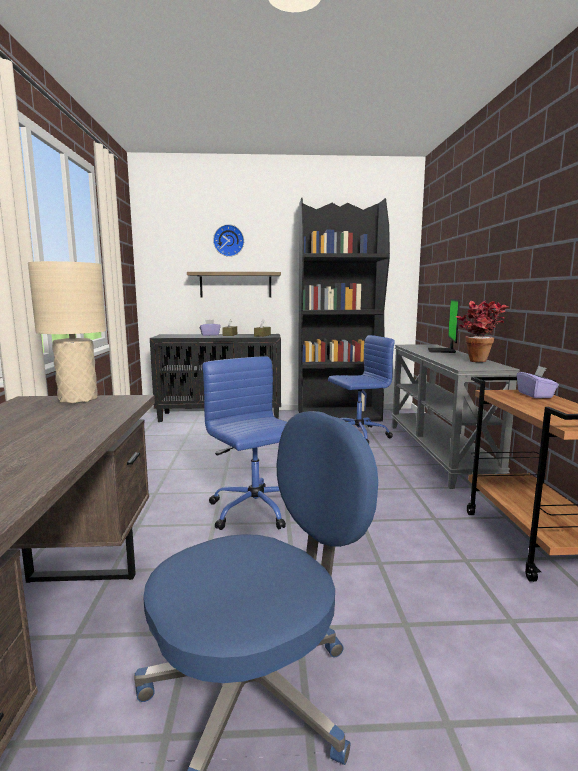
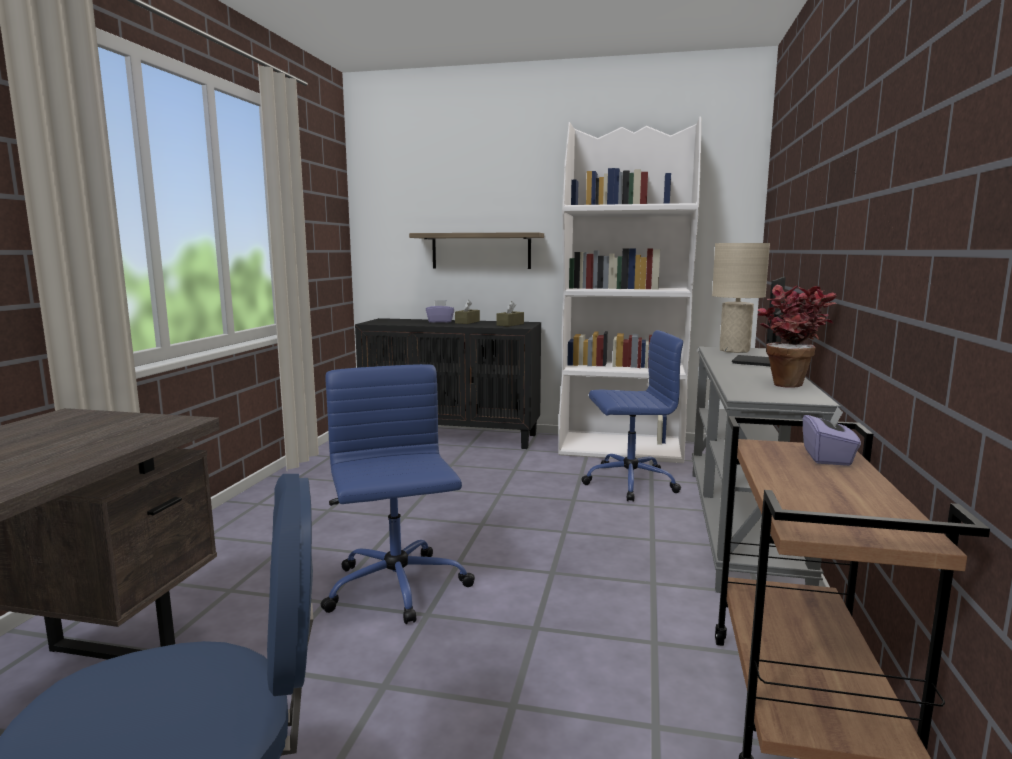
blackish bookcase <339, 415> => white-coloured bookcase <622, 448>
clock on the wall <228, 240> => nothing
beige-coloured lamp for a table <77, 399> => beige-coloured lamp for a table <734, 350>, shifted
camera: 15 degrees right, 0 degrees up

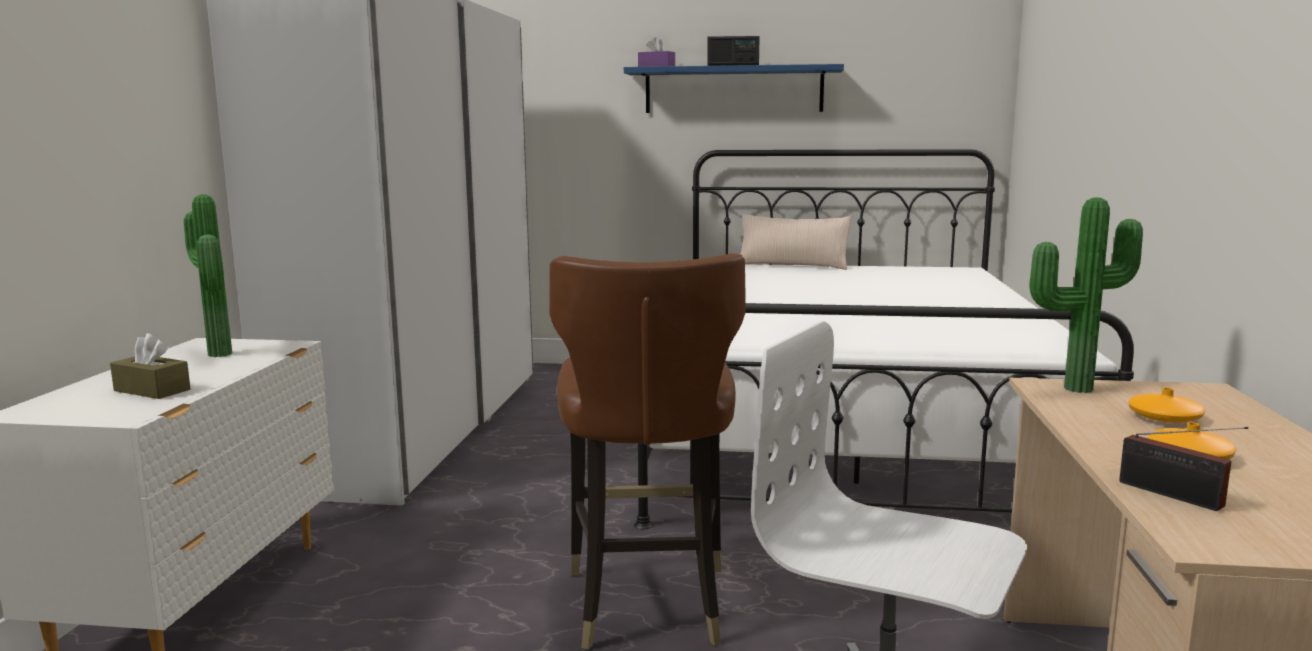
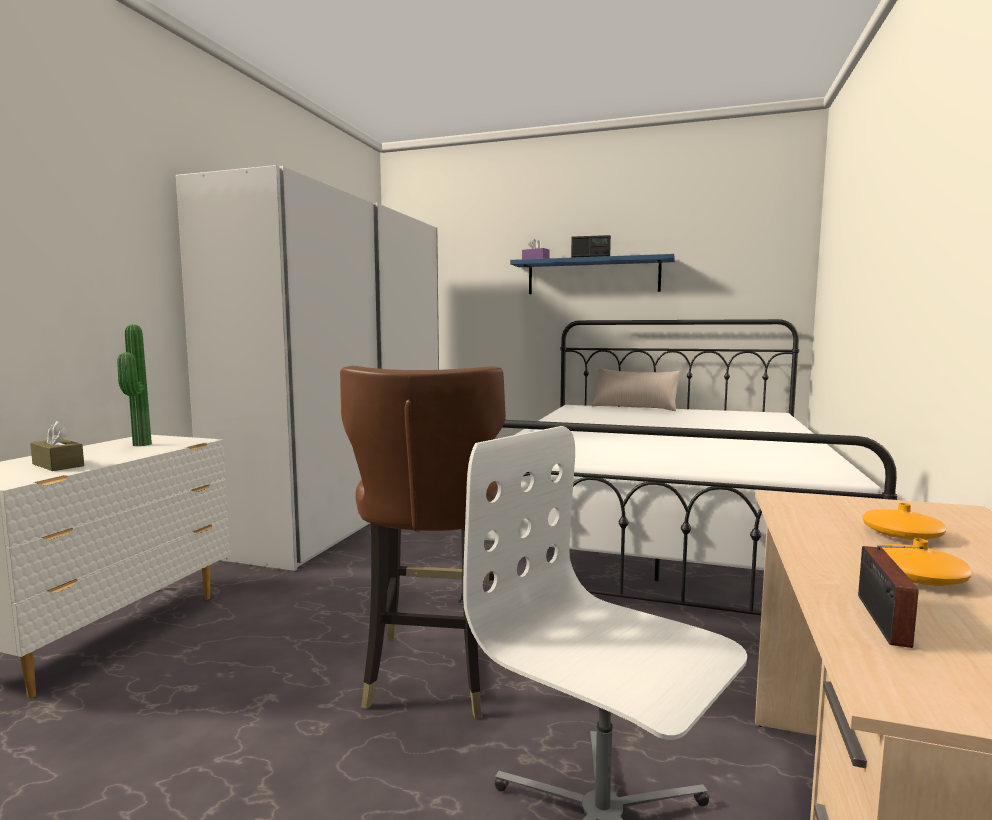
plant in a pot <1074, 387> => nothing
radio set <1175, 496> => radio set <883, 622>, 45 degrees clockwise
camera: 10 degrees right, 5 degrees down

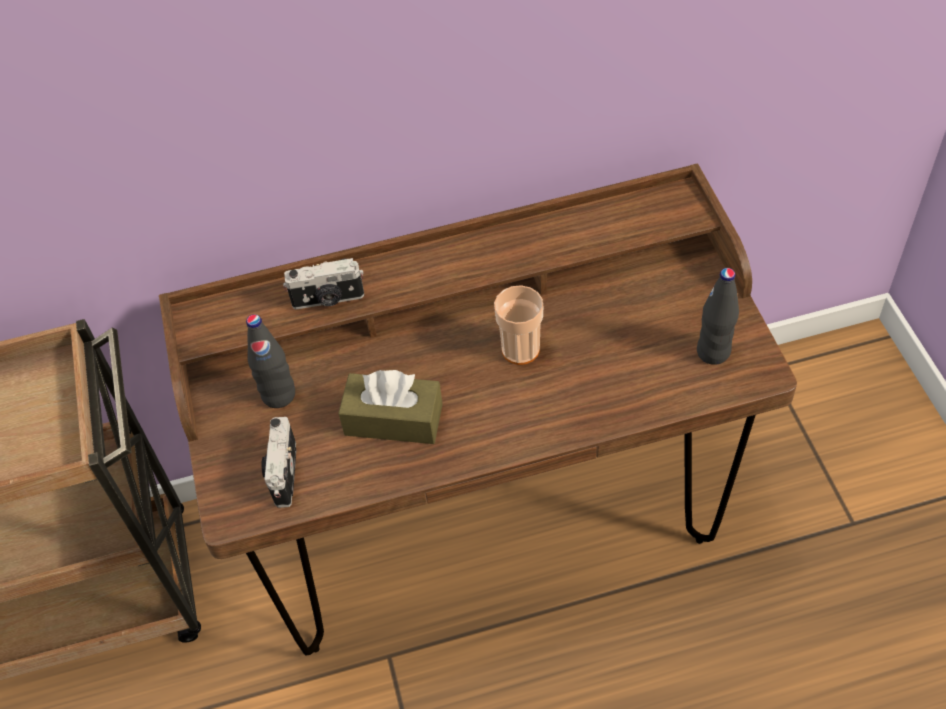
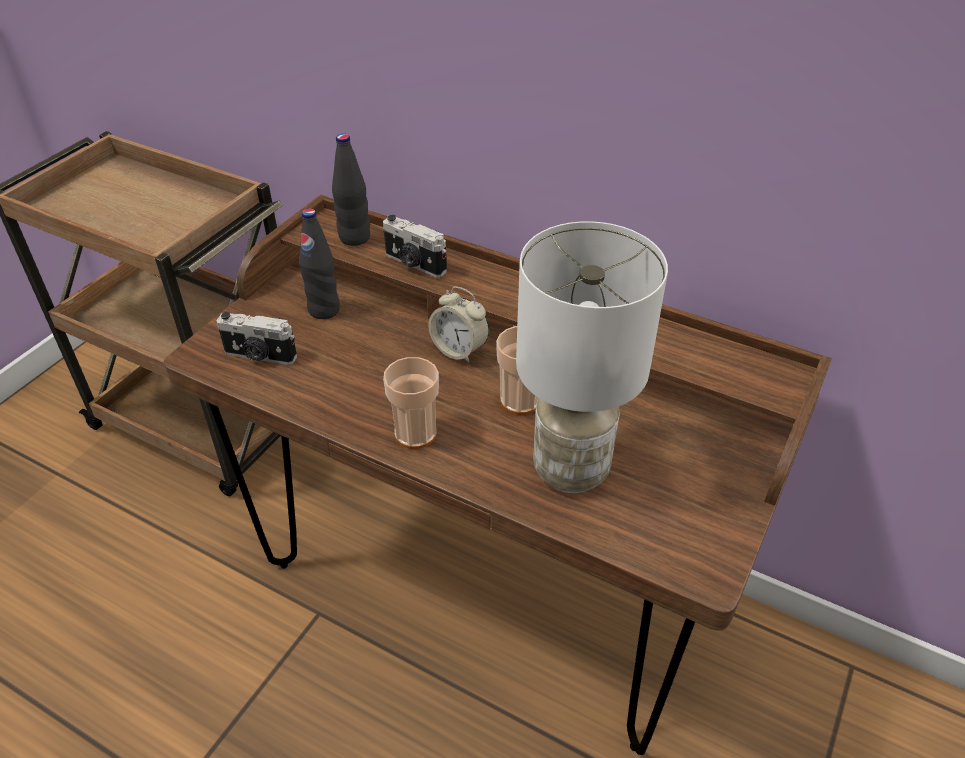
blackish drink bottle <713, 352> => blackish drink bottle <354, 238>, shifted
brown-coloured tissue holder <393, 419> => nothing
photo camera <282, 473> => photo camera <260, 356>, 120 degrees counterclockwise
nothing => white-coloured lamp for a table <571, 468>
nothing => table clock <459, 350>
nothing => small cup <415, 433>
camera: 40 degrees right, 10 degrees down

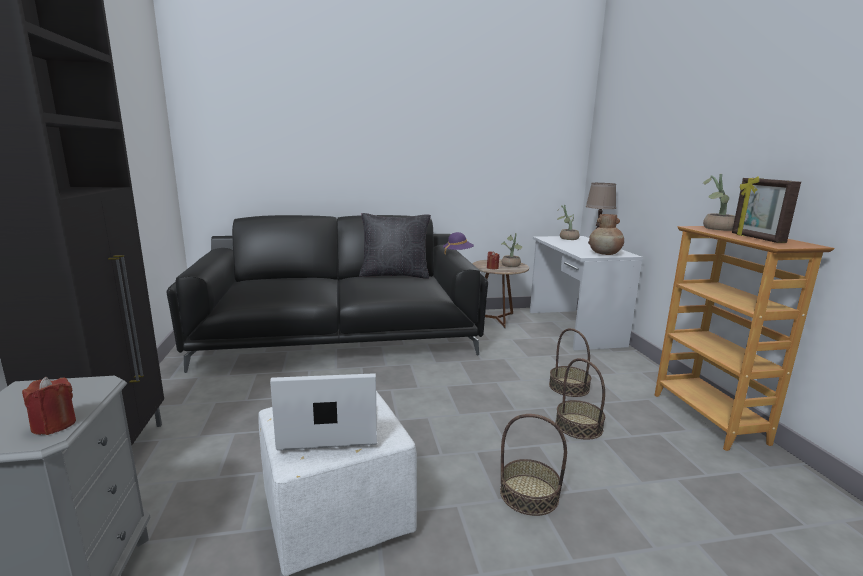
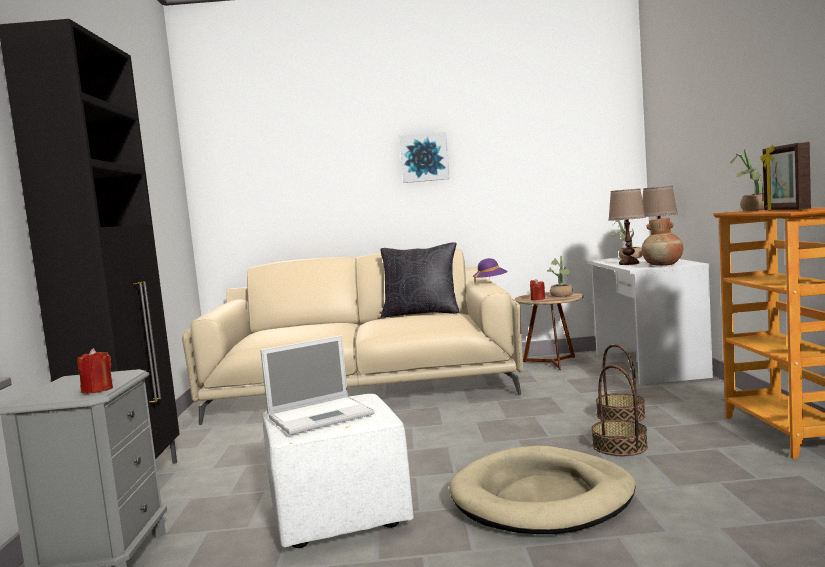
blackish settee <341, 338> => beige-coloured settee <365, 389>
notebook computer <327, 428> => notebook computer <322, 415>, 150 degrees clockwise
household basket <529, 494> => beige-coloured dog cushion <542, 497>
nothing => wall picture <424, 157>
nothing => brown-coloured lamp for a table <628, 263>
camera: 10 degrees right, 10 degrees down

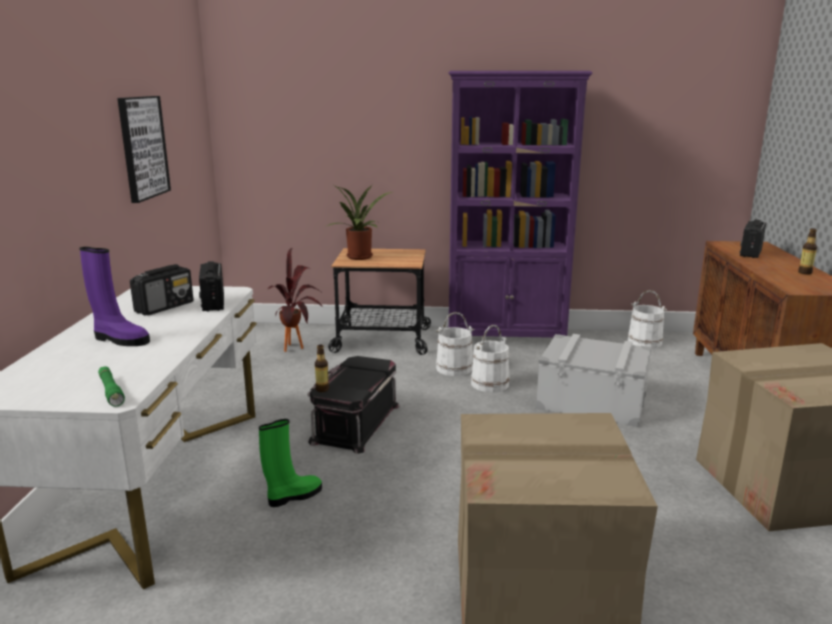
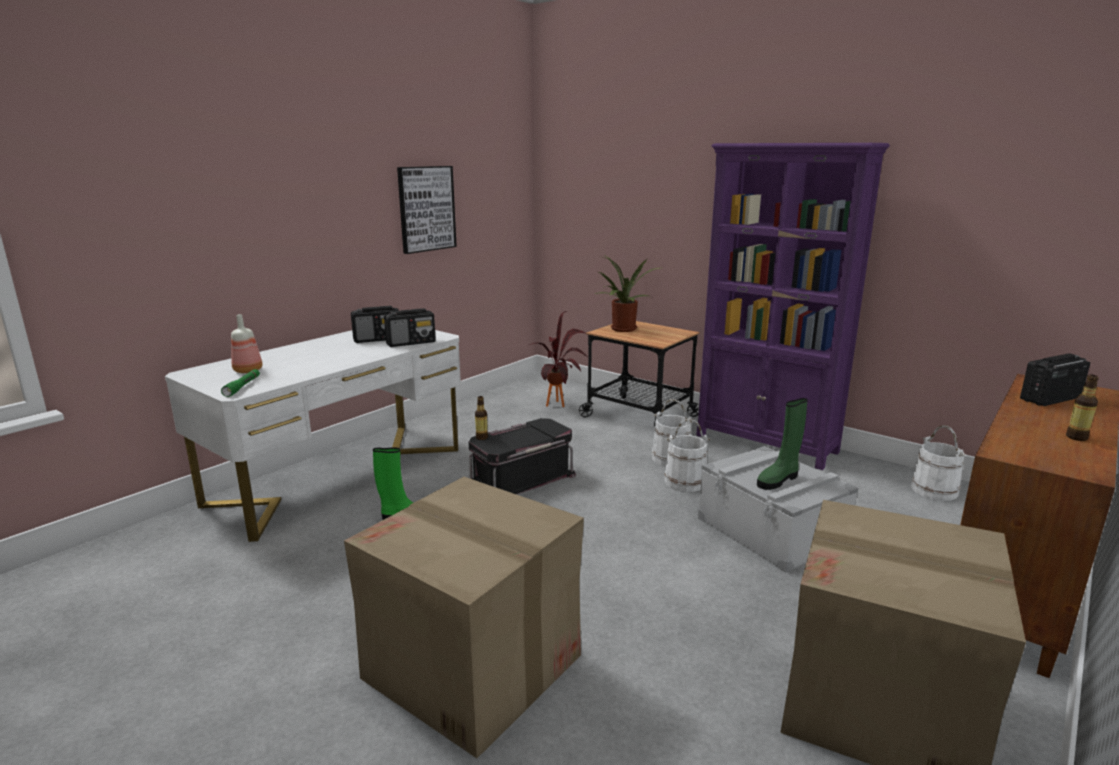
purplish tall boot <120, 340> => nothing
radio set <213, 303> => radio set <411, 343>, 135 degrees counterclockwise
nothing => drink bottle <249, 370>
nothing => green tall boot <778, 480>
camera: 35 degrees right, 0 degrees up

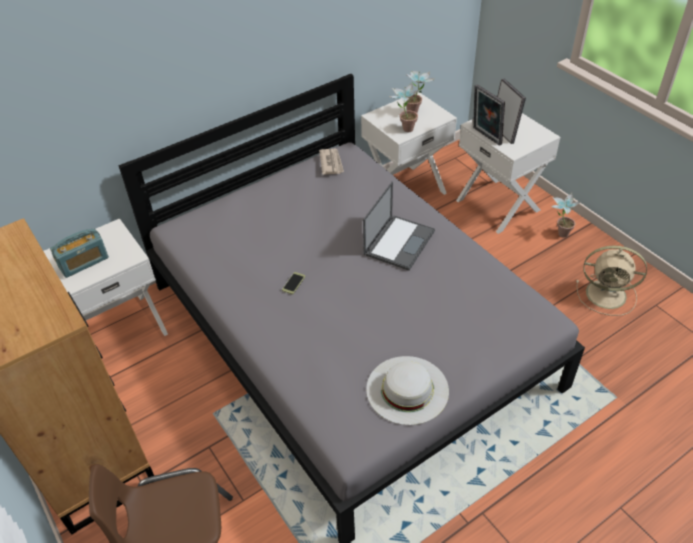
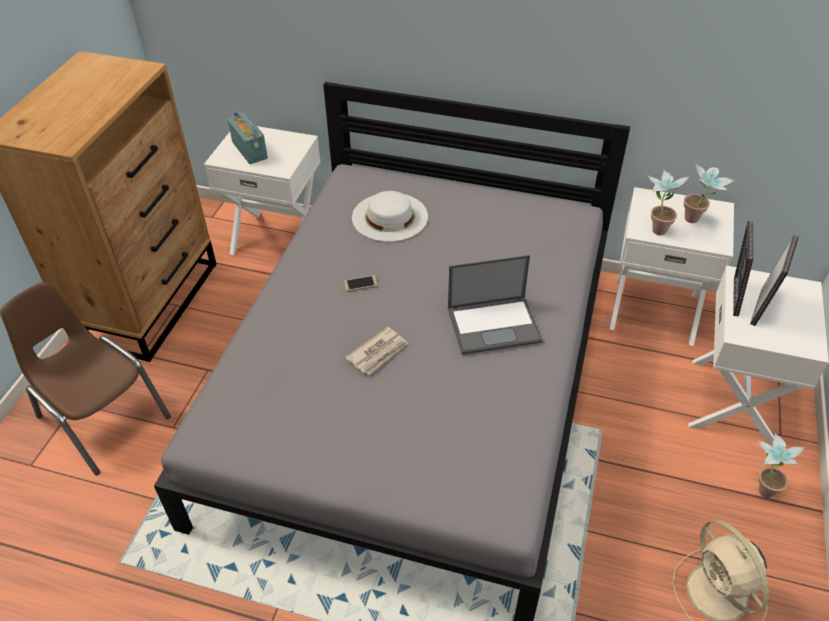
printed paper <331, 163> => printed paper <378, 352>, shifted
radio set <84, 263> => radio set <250, 150>, 135 degrees counterclockwise
white-coloured hat <407, 389> => white-coloured hat <389, 217>, shifted
camera: 50 degrees right, 0 degrees up

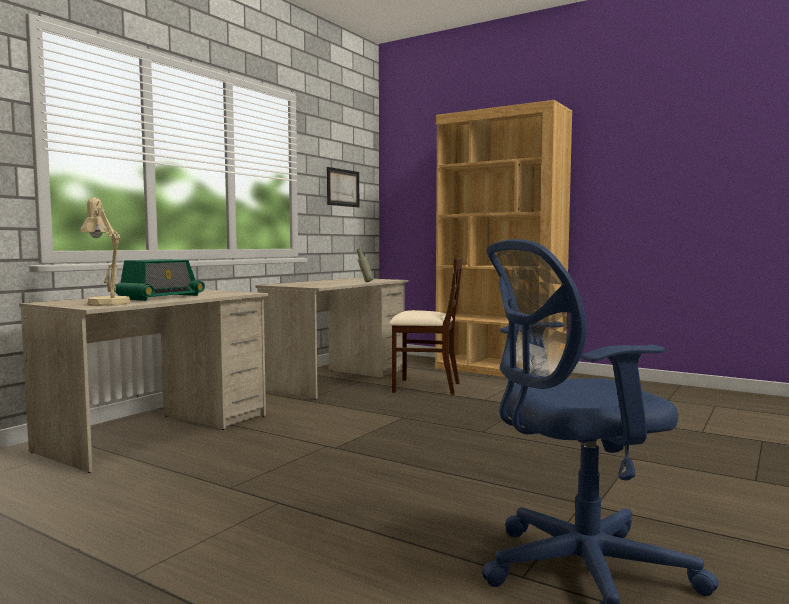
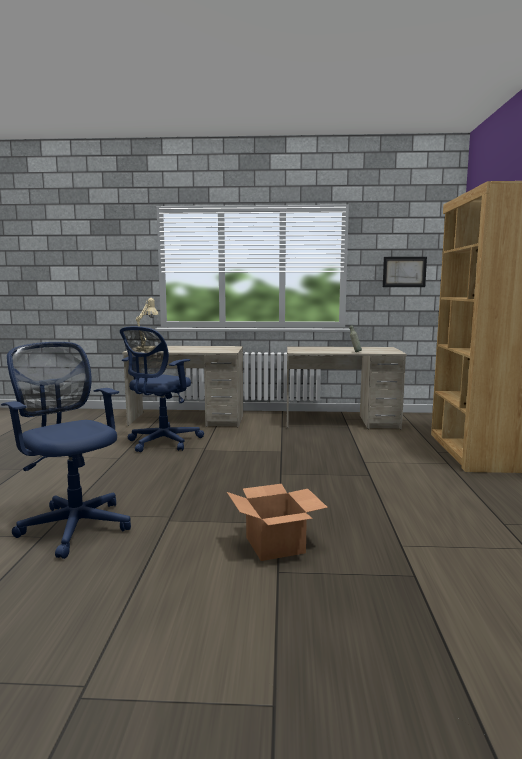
beige-coloured upright chair <425, 387> => nothing
radio set <161, 297> => nothing
nothing => blue computer chair <161, 442>
nothing => packing box <274, 544>
camera: 60 degrees right, 5 degrees up

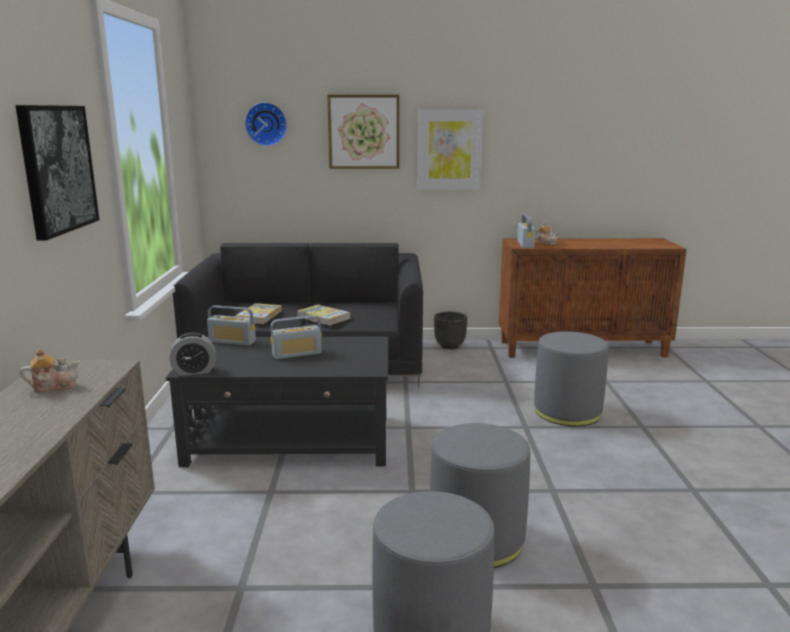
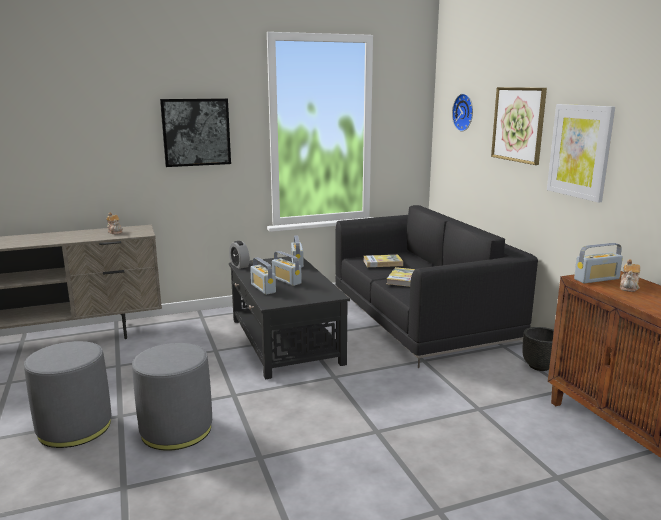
grey ottoman <567, 412> => nothing
nothing => radio set <263, 288>
camera: 70 degrees right, 0 degrees up

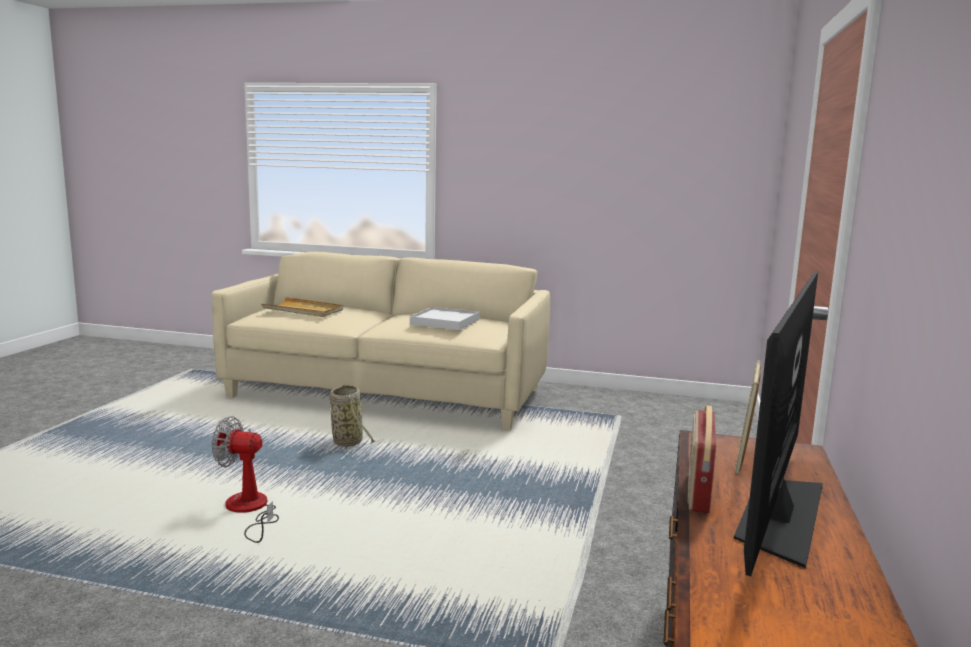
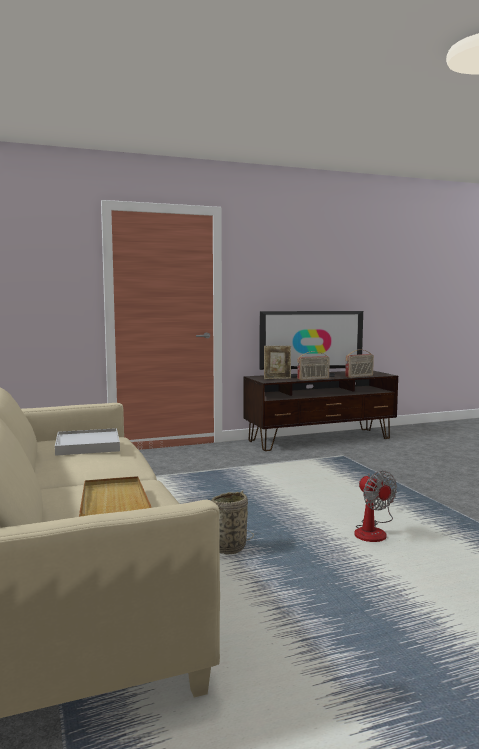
nothing => radio set <359, 376>
camera: 125 degrees left, 5 degrees down

